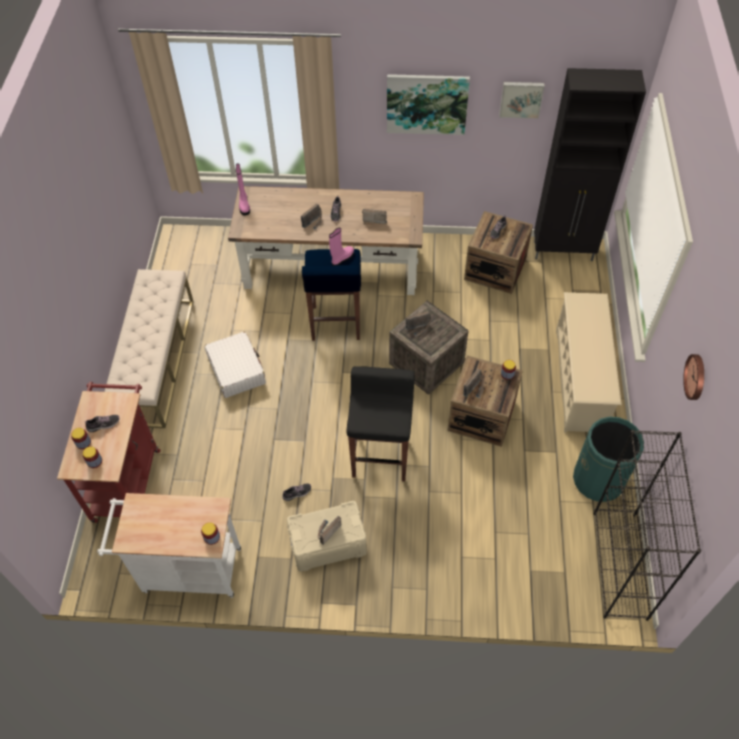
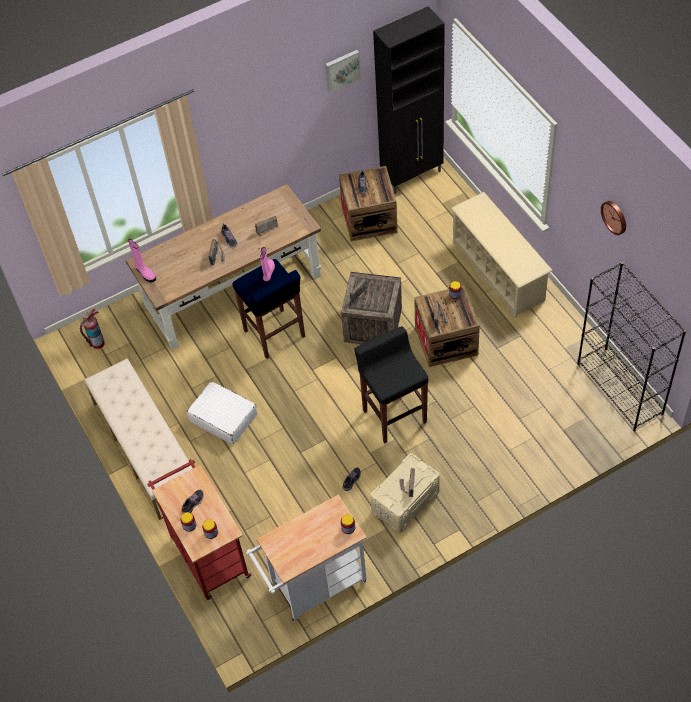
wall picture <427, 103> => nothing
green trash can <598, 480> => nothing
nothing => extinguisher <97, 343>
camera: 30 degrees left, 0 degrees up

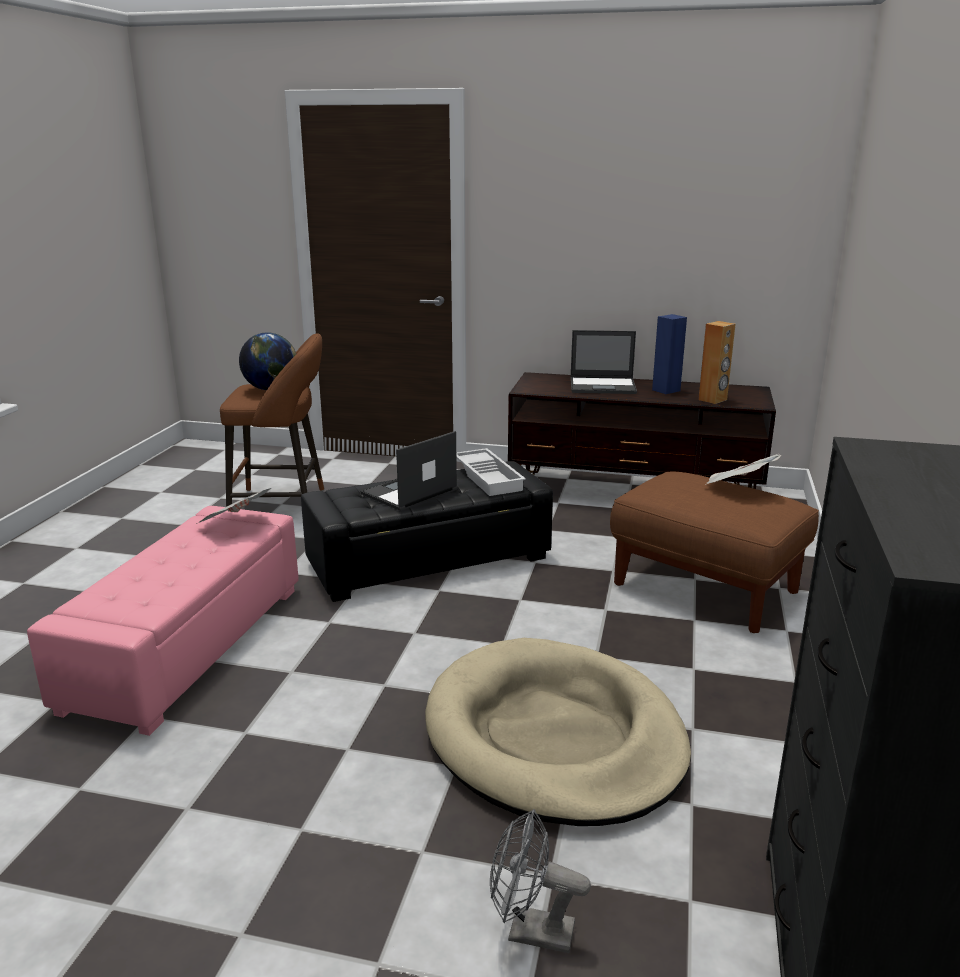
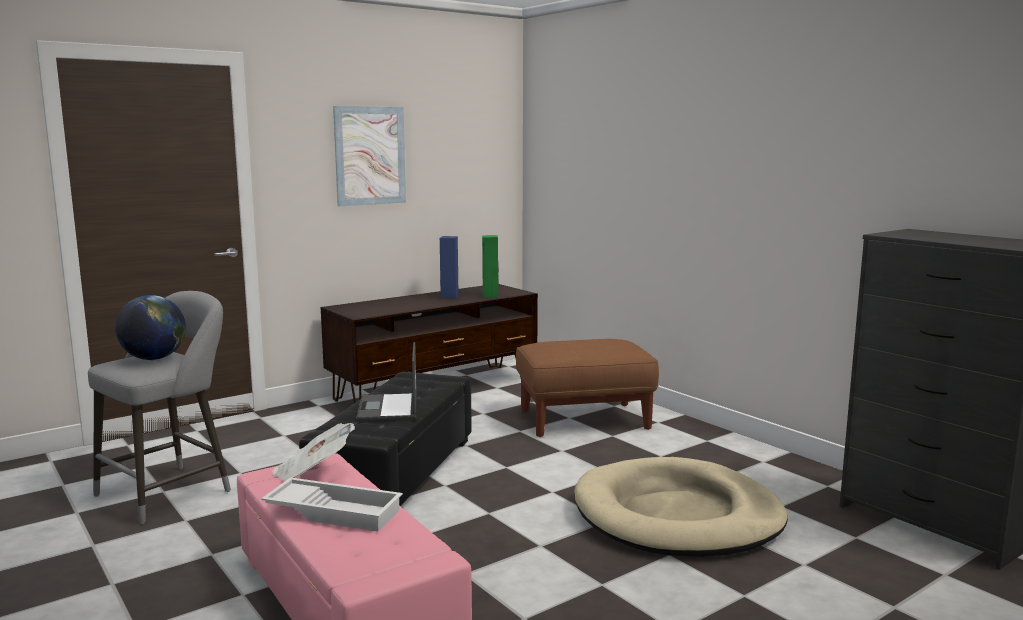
brown-coloured audio speaker <713, 400> => green audio speaker <490, 295>
notebook computer <603, 386> => nothing
brown-coloured stool seat <284, 505> => grey stool seat <170, 491>
white-coloured serving tray <489, 477> => white-coloured serving tray <335, 511>, shifted
printed paper <738, 487> => nothing
grey cooling fan <530, 932> => nothing
nothing => wall picture <370, 156>
camera: 50 degrees left, 10 degrees down

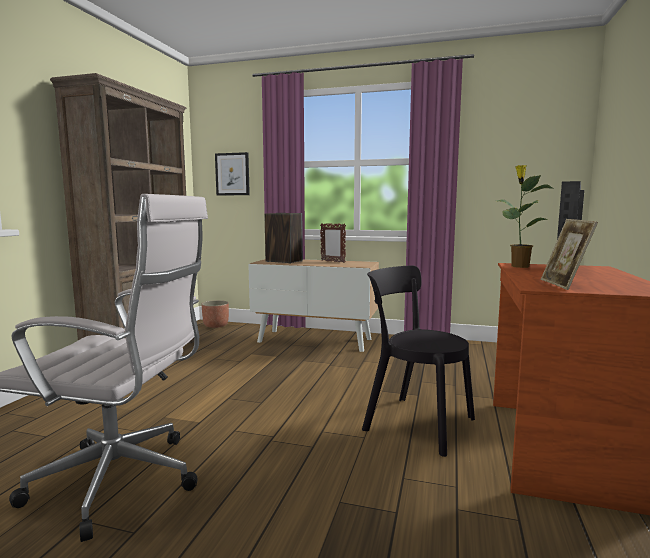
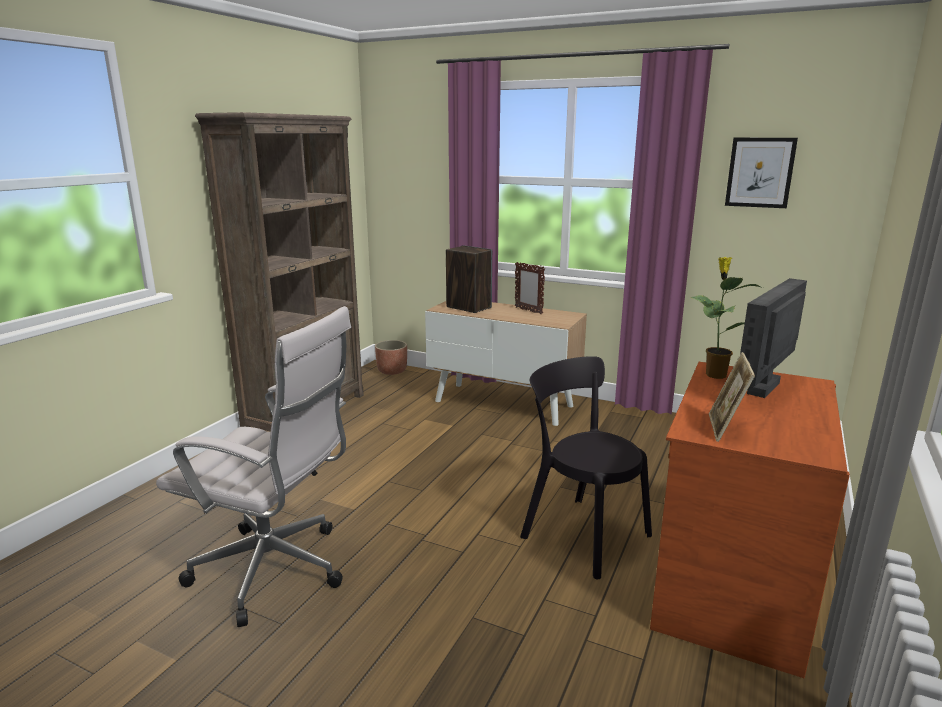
wall picture <232, 174> => wall picture <760, 172>, shifted
camera: 10 degrees right, 10 degrees up

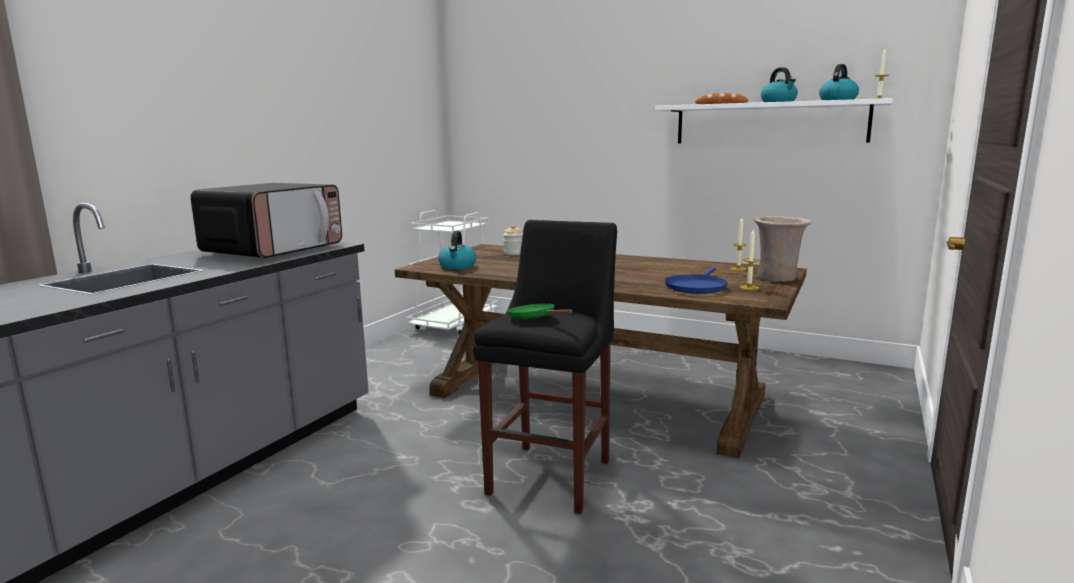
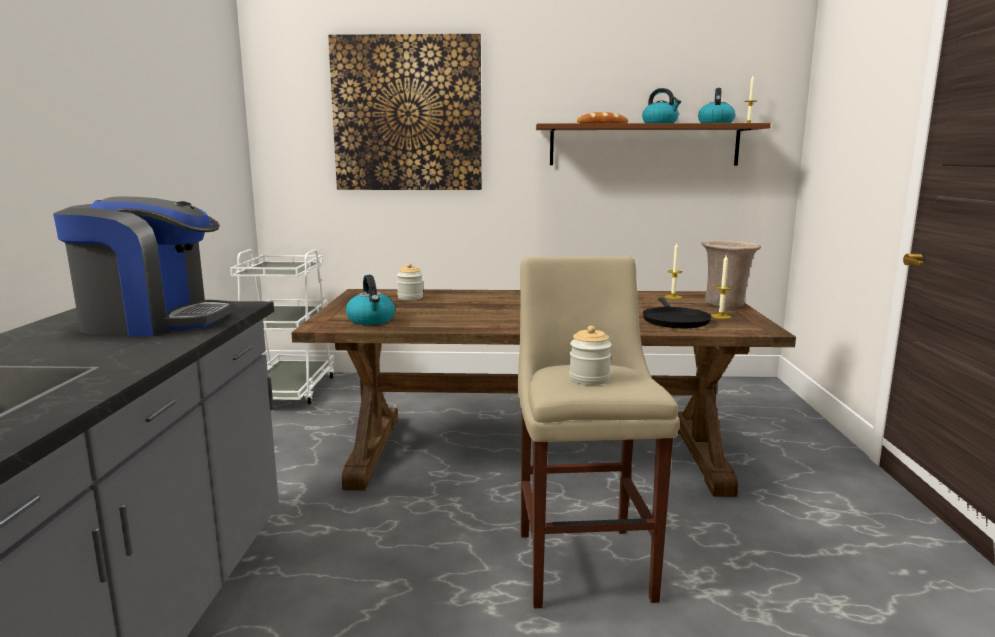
white-coloured wall shelf <769, 123> => brown-coloured wall shelf <644, 145>
kitchen microwave <274, 250> => coffee brewer <153, 322>
blackish stool seat <553, 474> => beige-coloured stool seat <583, 560>
blue frying pan <696, 287> => blackish frying pan <674, 320>
green frying pan <535, 318> => storage jar <589, 379>
nothing => wall picture <407, 114>
camera: 25 degrees left, 0 degrees up

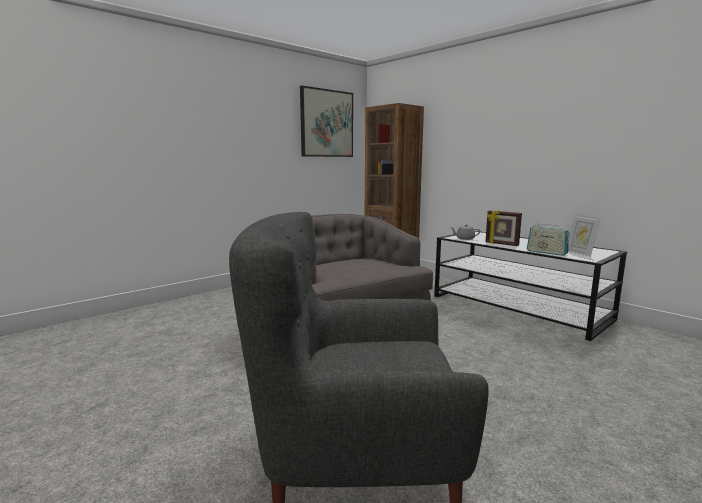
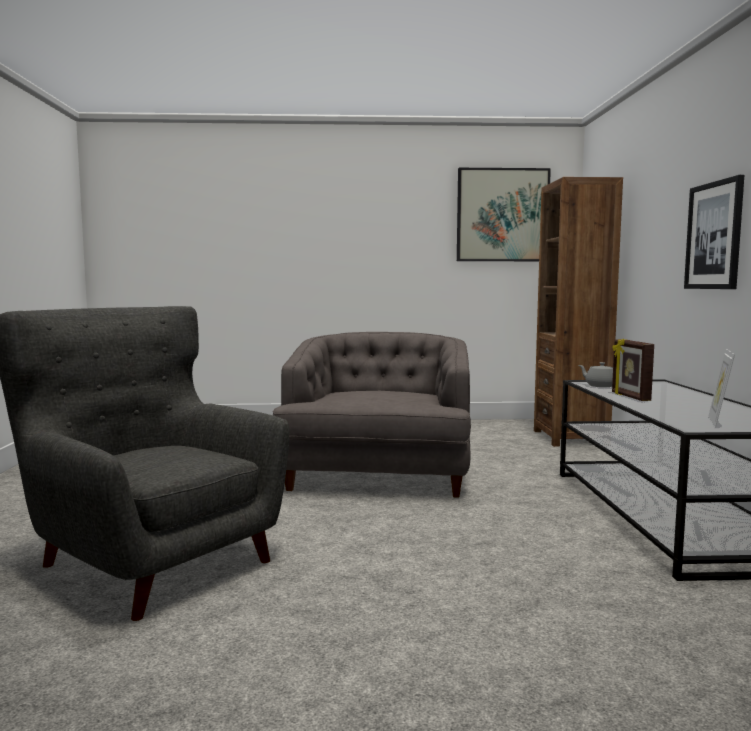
radio set <546, 252> => nothing
nothing => wall picture <714, 236>
camera: 40 degrees right, 5 degrees down

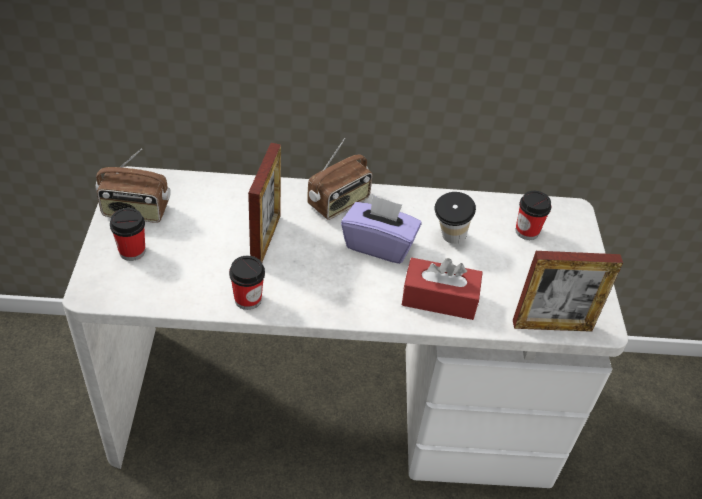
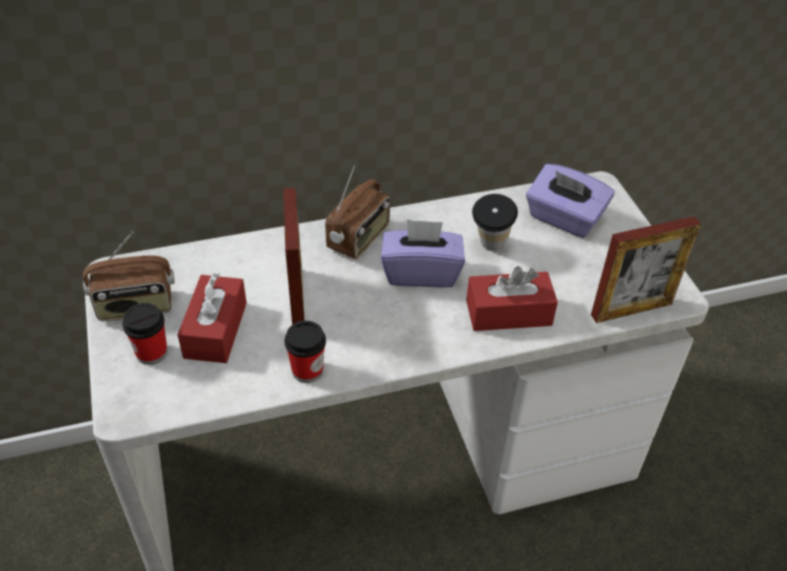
small cup <527, 231> => purplish tissue holder <563, 219>
nothing => red-coloured tissue holder <215, 330>
camera: 15 degrees left, 0 degrees up

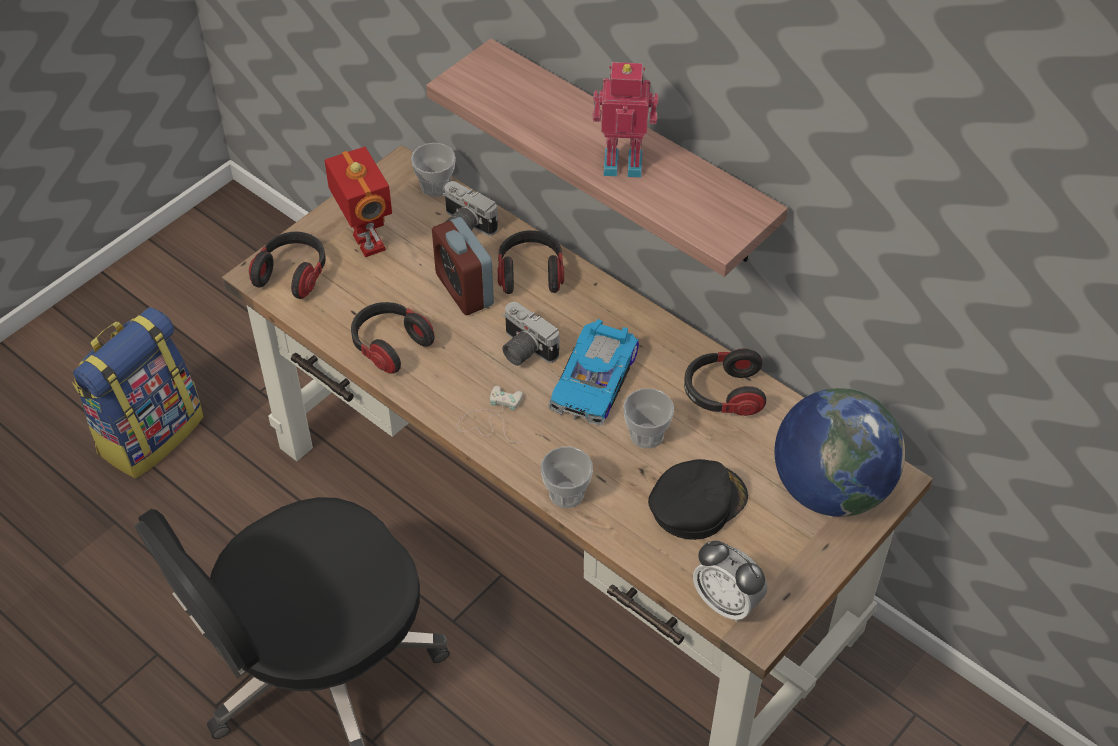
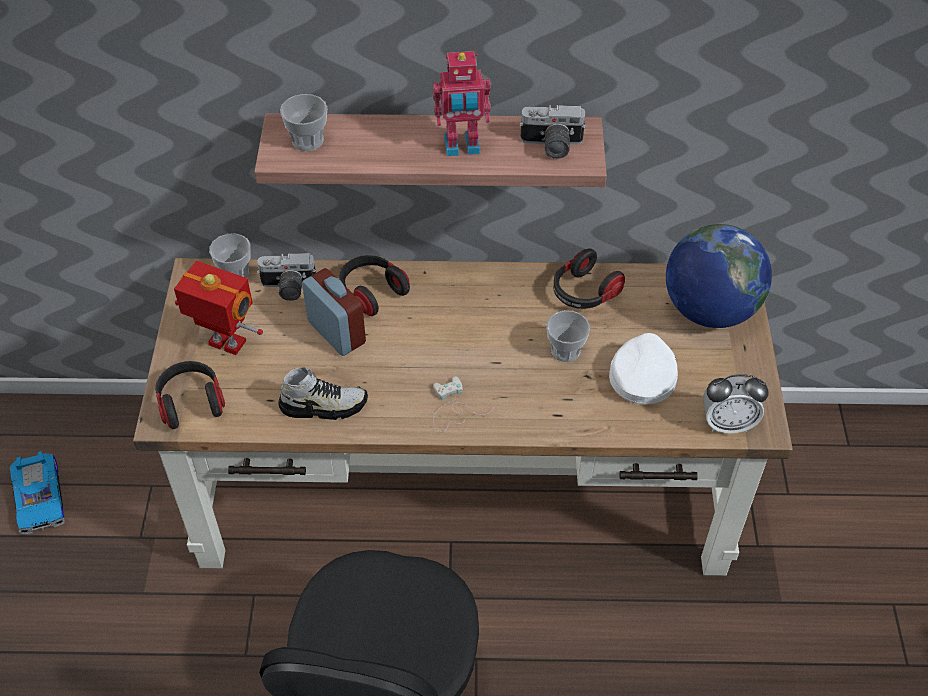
robot figure <623, 162> => robot figure <462, 147>, 150 degrees counterclockwise
table clock <464, 289> => table clock <336, 332>, 150 degrees counterclockwise
headphones <390, 345> => low shoe <324, 406>
photo camera <523, 350> => photo camera <551, 146>, shifted
knapsack <150, 433> => nothing
miniature car <596, 380> => miniature car <41, 497>, shifted
small cup <566, 494> => small cup <307, 141>, shifted
blackish cap <696, 502> => white-coloured cap <642, 373>
camera: 40 degrees left, 0 degrees up

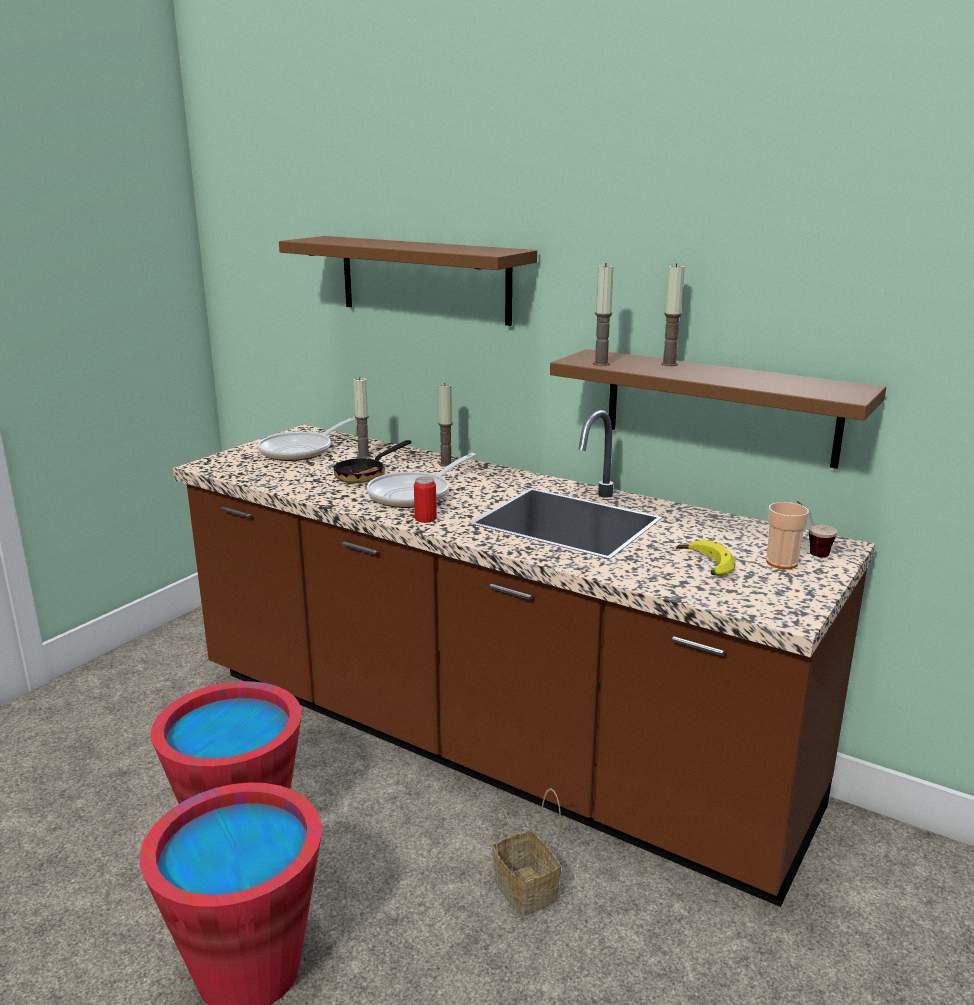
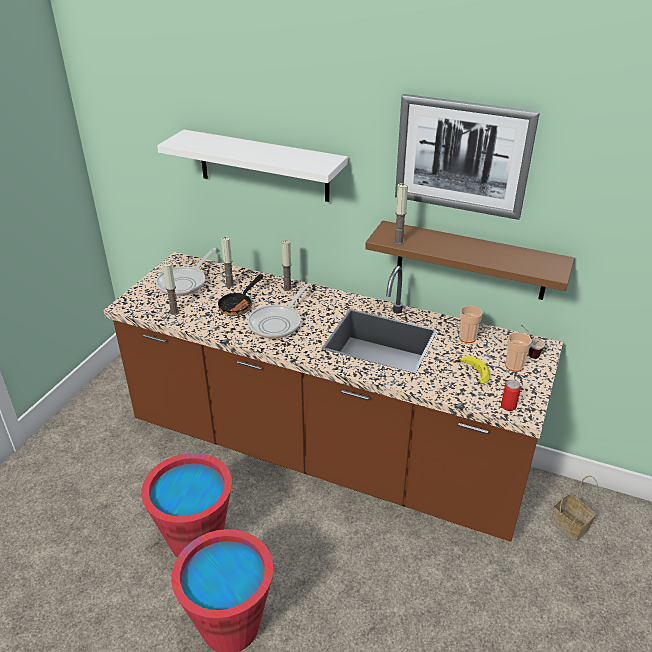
brown-coloured wall shelf <424, 279> => white-coloured wall shelf <263, 166>
candle <669, 364> => candle <174, 312>, shifted
sealed can <425, 519> => sealed can <508, 406>, shifted
household basket <527, 891> => household basket <571, 526>, shifted
nothing => wall picture <462, 156>
nothing => small cup <467, 338>
camera: 10 degrees left, 15 degrees up

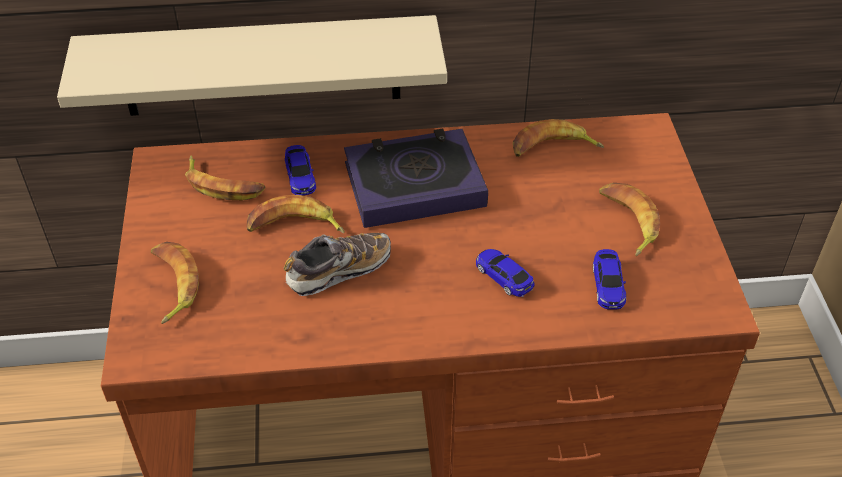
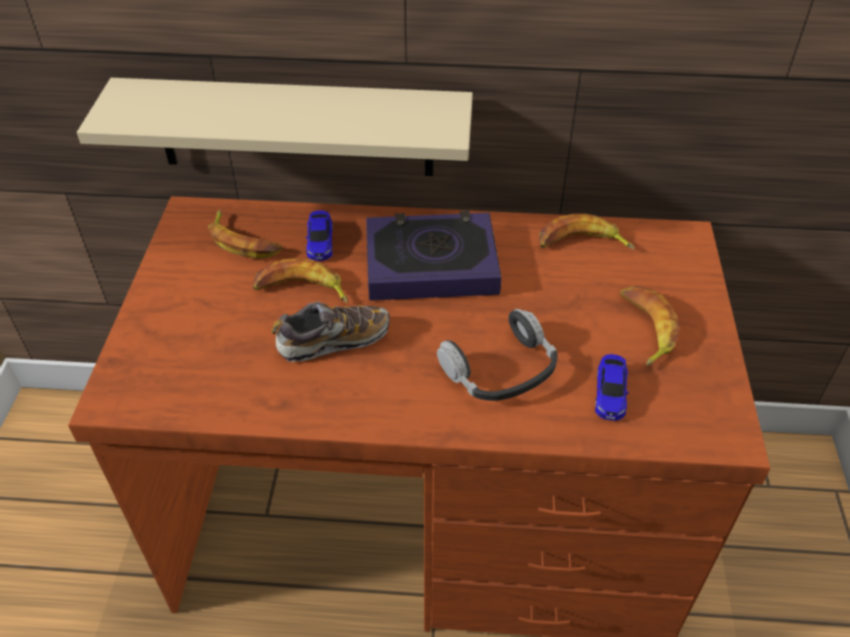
banana <172, 284> => nothing
miniature car <503, 277> => headphones <501, 369>
camera: 10 degrees right, 0 degrees up

